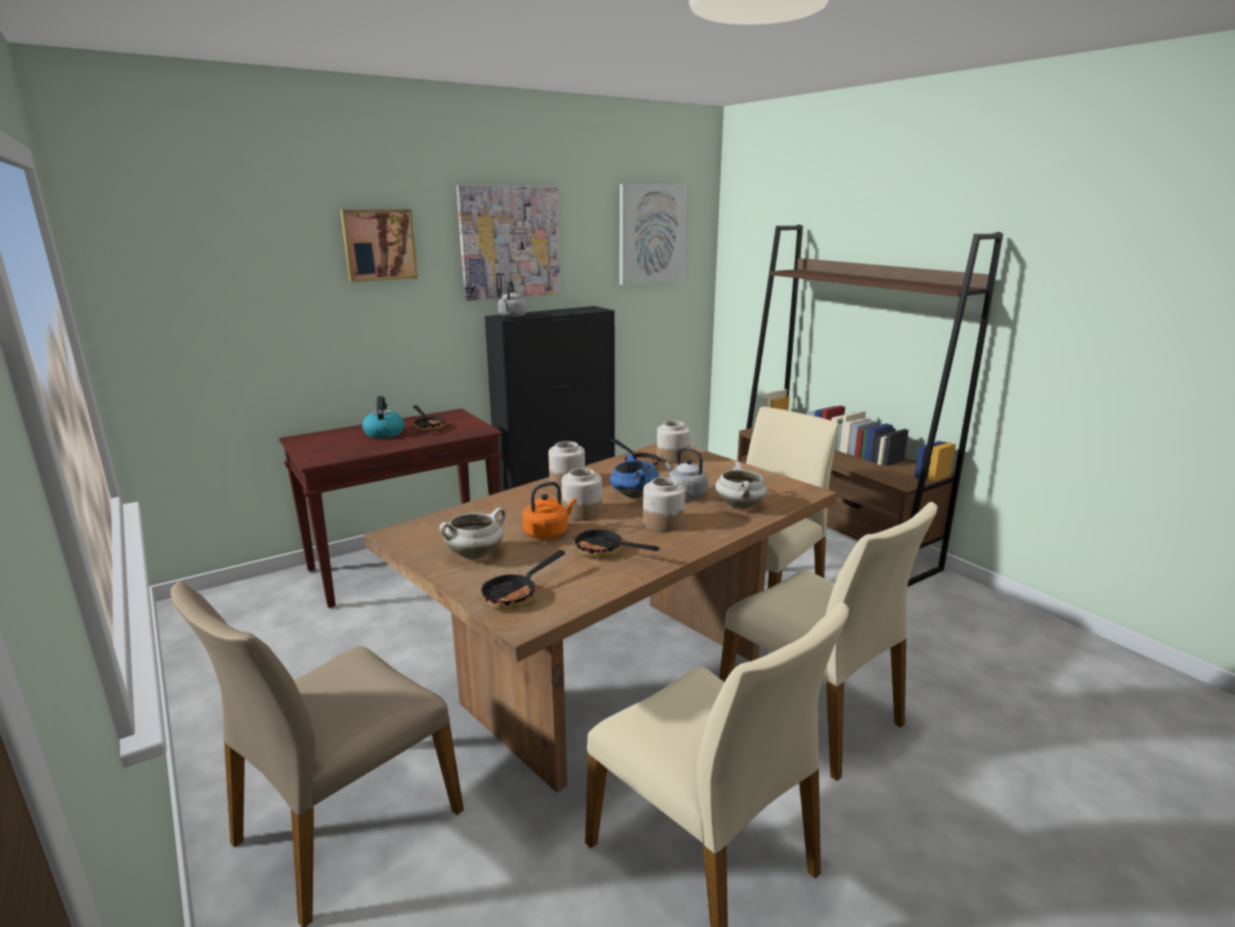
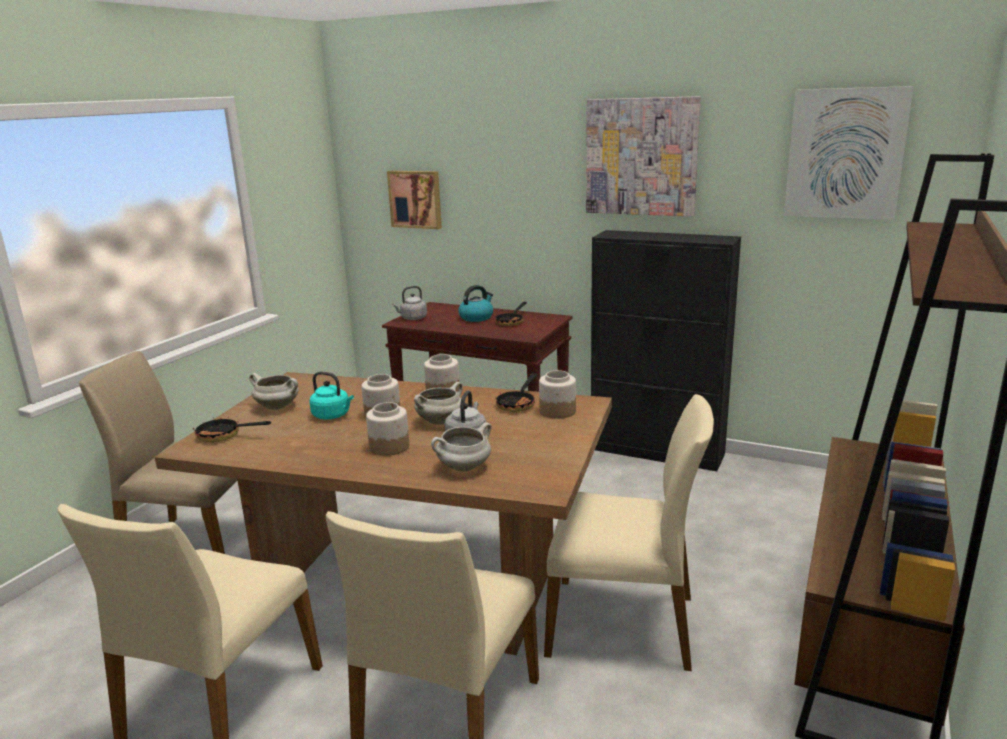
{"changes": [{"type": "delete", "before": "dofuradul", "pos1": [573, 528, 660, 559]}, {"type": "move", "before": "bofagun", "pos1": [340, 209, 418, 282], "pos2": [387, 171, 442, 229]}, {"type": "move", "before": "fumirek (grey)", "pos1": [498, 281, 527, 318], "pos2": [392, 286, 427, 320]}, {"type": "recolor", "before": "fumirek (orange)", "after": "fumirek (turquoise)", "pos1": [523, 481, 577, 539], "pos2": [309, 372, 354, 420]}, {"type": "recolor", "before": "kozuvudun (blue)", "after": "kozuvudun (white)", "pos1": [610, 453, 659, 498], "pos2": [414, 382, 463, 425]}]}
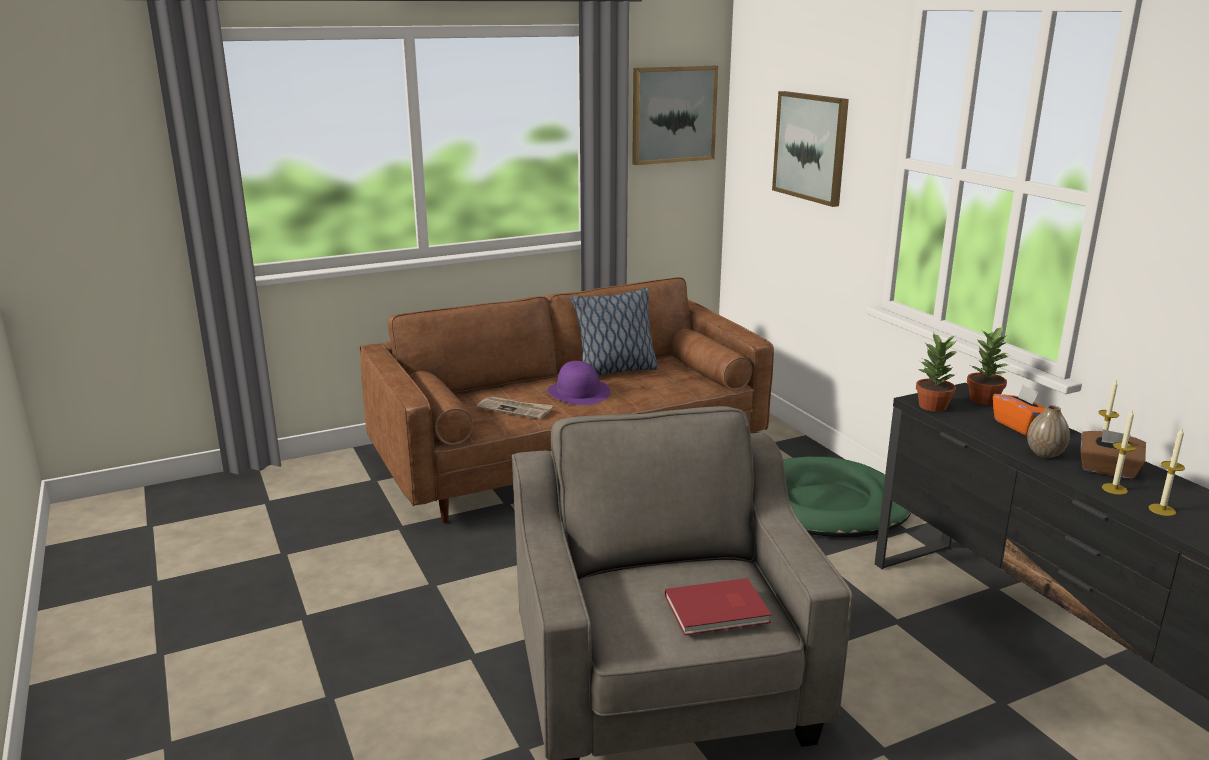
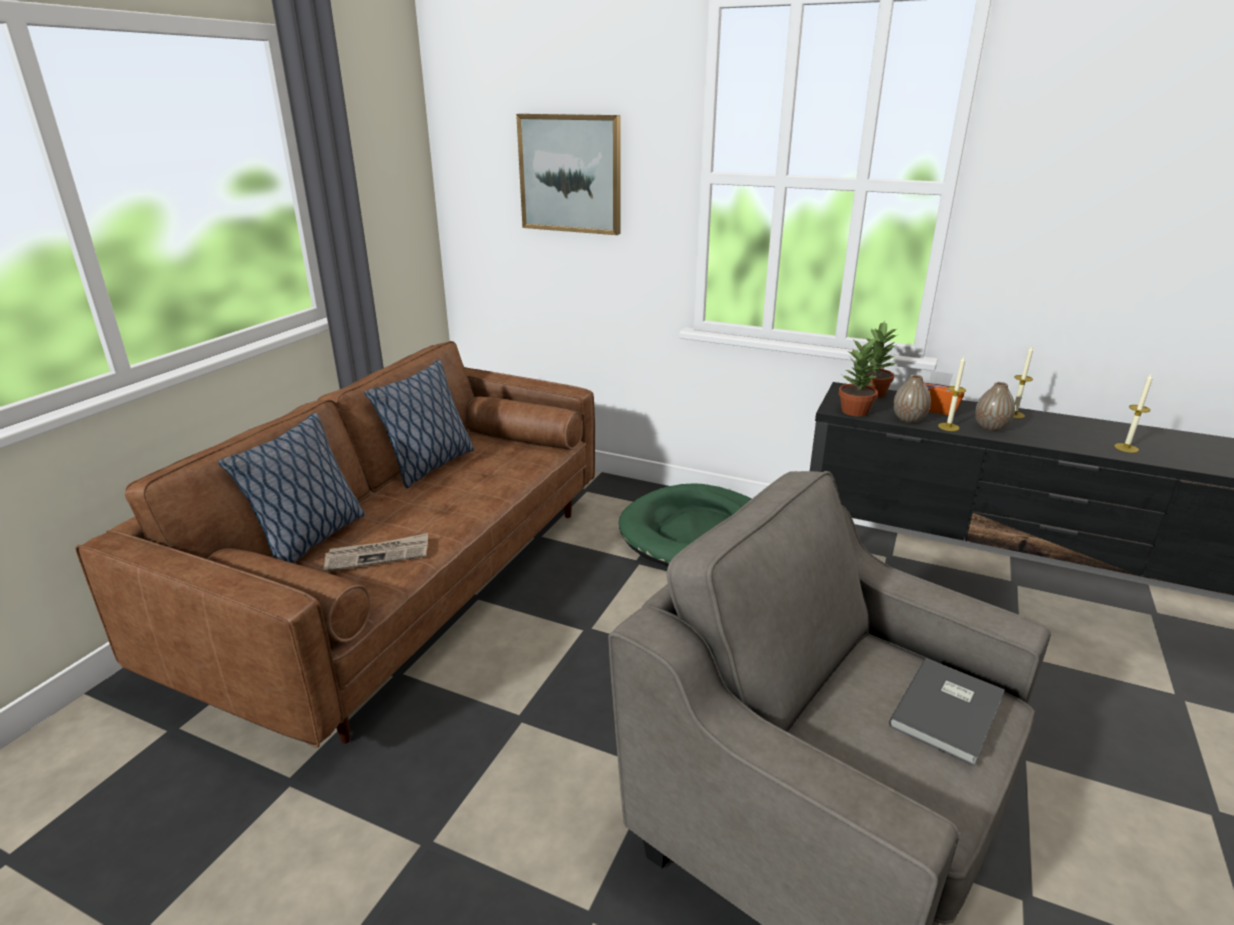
{"changes": [{"type": "delete", "before": "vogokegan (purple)", "pos1": [547, 361, 610, 405]}, {"type": "delete", "before": "bofagun", "pos1": [632, 66, 718, 165]}, {"type": "delete", "before": "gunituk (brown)", "pos1": [1080, 429, 1146, 479]}, {"type": "insert", "after": "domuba", "pos2": [218, 413, 365, 563]}, {"type": "insert", "after": "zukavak", "pos2": [893, 375, 931, 423]}, {"type": "move", "before": "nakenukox", "pos1": [1102, 410, 1135, 495], "pos2": [938, 357, 966, 431]}, {"type": "recolor", "before": "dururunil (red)", "after": "dururunil (grey)", "pos1": [665, 578, 772, 635], "pos2": [889, 658, 1005, 766]}]}
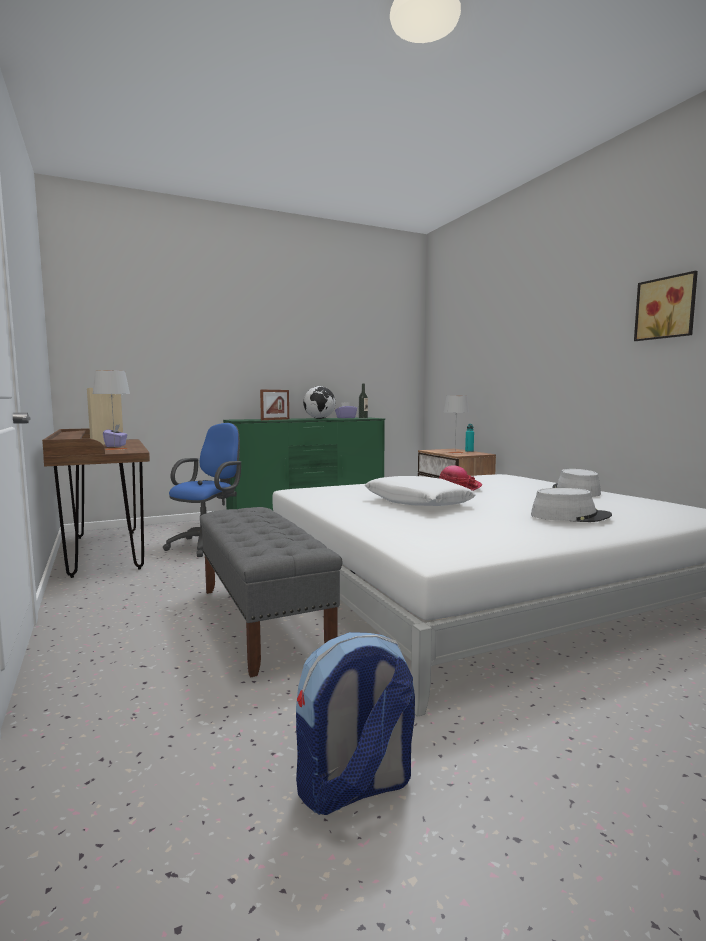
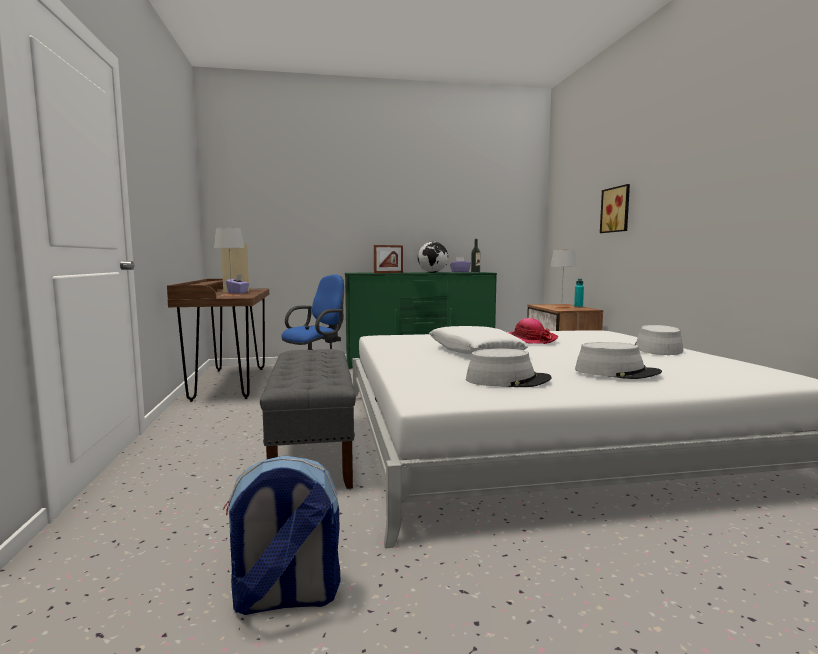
{"changes": [{"type": "insert", "after": "vogokegan (grey)", "pos2": [466, 349, 551, 387]}, {"type": "move", "before": "bofagun", "pos1": [634, 271, 698, 341], "pos2": [600, 184, 630, 233]}]}
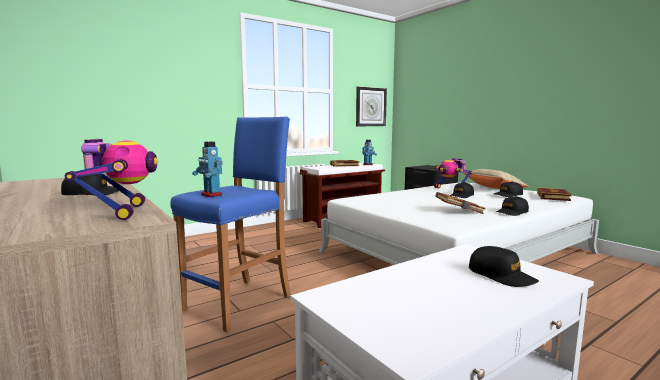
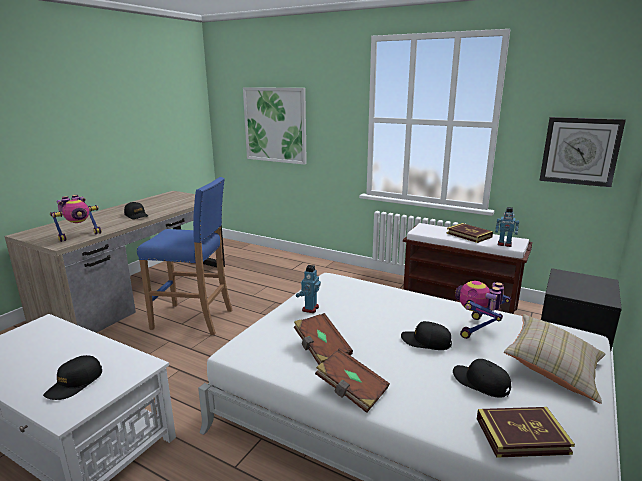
{"changes": [{"type": "insert", "after": "bofagun", "pos2": [243, 87, 307, 165]}, {"type": "move", "before": "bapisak", "pos1": [192, 141, 223, 197], "pos2": [296, 265, 321, 313]}, {"type": "replace", "before": "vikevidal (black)", "after": "dururunil (brown)", "pos1": [496, 196, 529, 216], "pos2": [315, 348, 390, 413]}]}
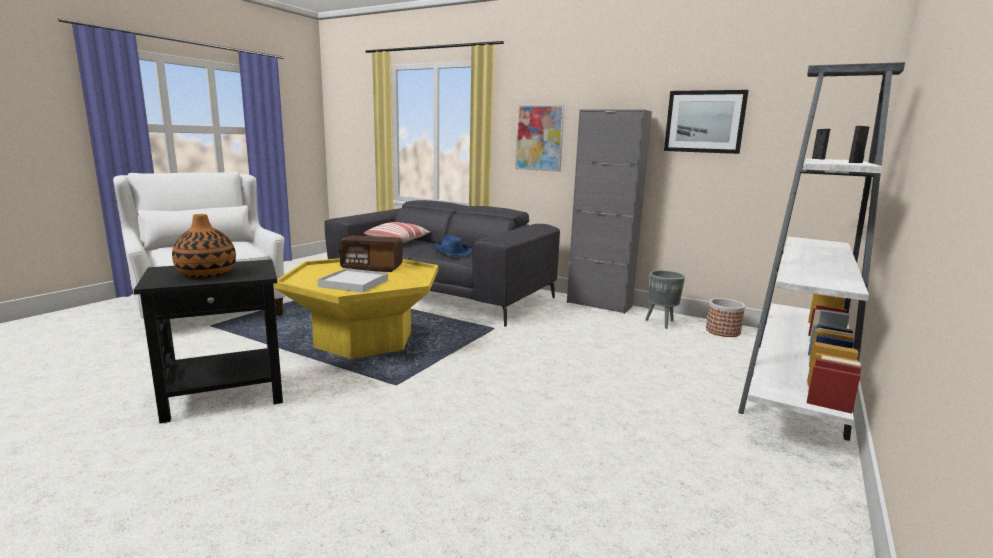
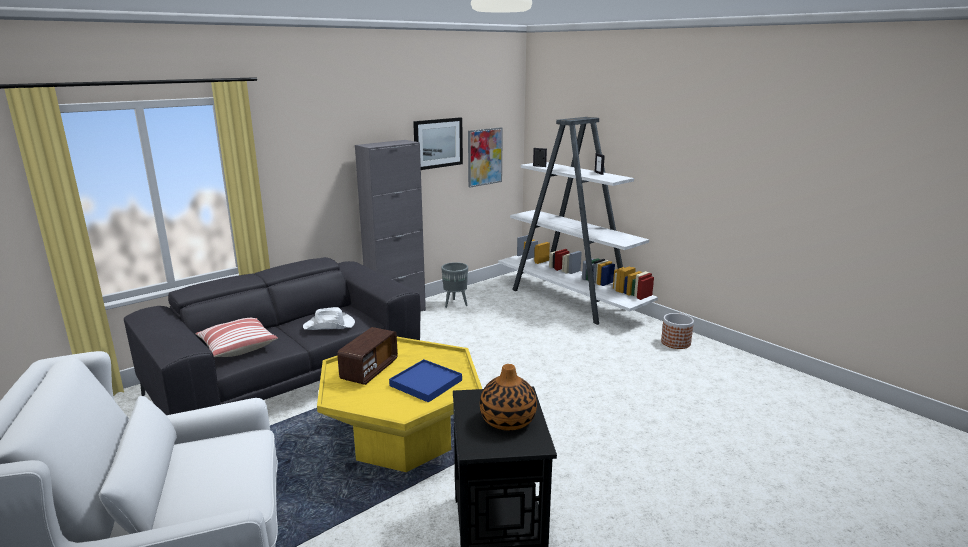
{"changes": [{"type": "move", "before": "bofagun", "pos1": [515, 105, 565, 172], "pos2": [468, 127, 503, 187]}, {"type": "move", "before": "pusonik", "pos1": [706, 298, 745, 337], "pos2": [661, 313, 694, 349]}, {"type": "recolor", "before": "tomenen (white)", "after": "tomenen (blue)", "pos1": [317, 268, 388, 293], "pos2": [389, 359, 462, 403]}, {"type": "recolor", "before": "vogokegan (blue)", "after": "vogokegan (white)", "pos1": [432, 235, 471, 256], "pos2": [303, 307, 355, 330]}]}
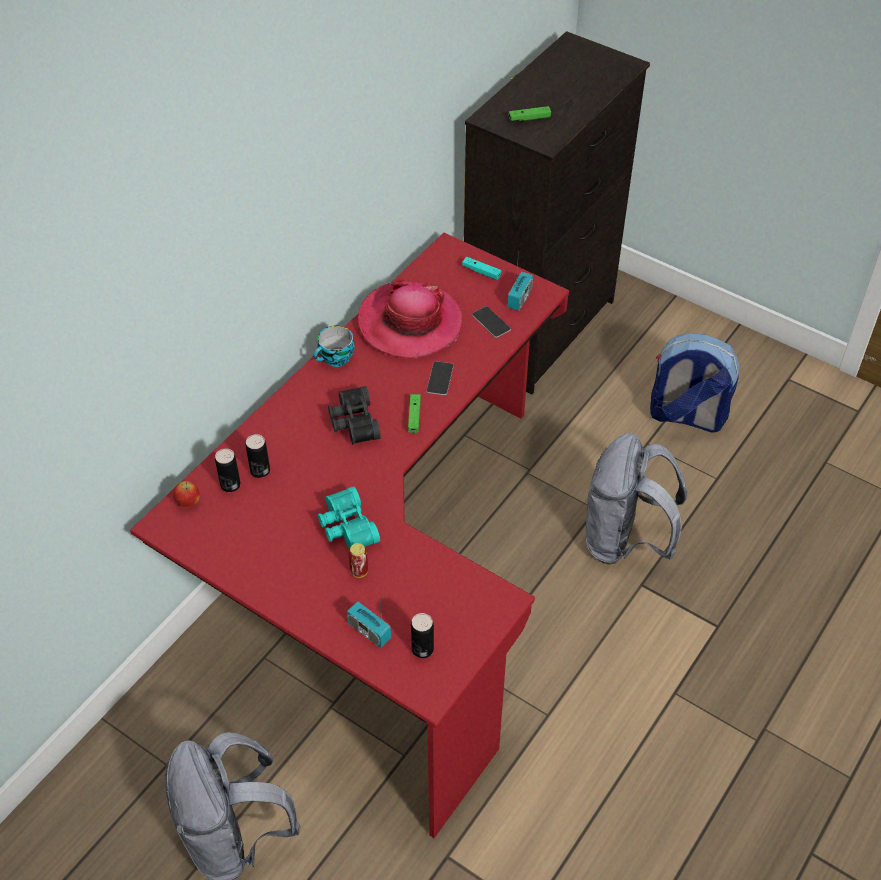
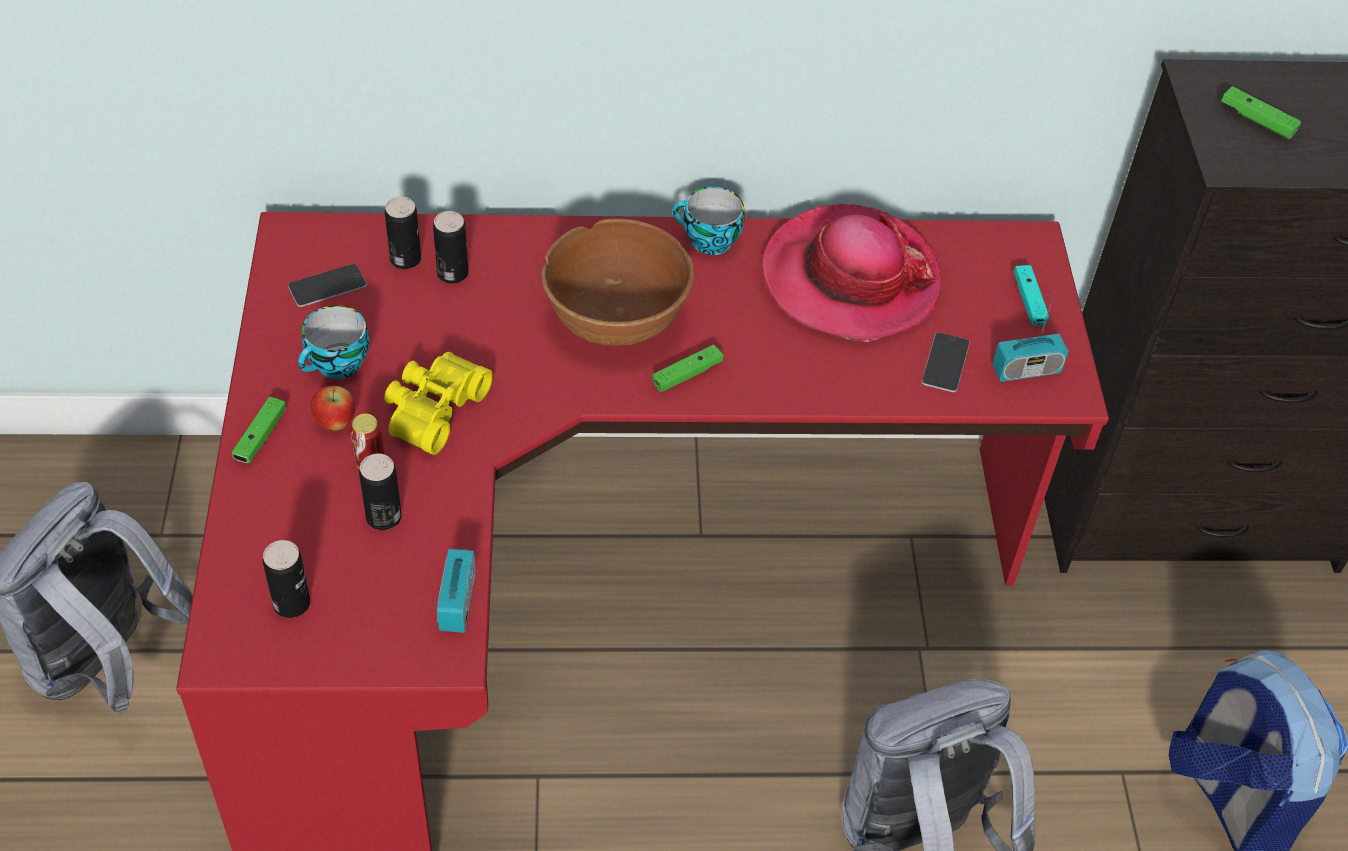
{"changes": [{"type": "insert", "after": "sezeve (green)", "pos2": [232, 397, 286, 463]}, {"type": "insert", "after": "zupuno", "pos2": [298, 305, 370, 379]}, {"type": "insert", "after": "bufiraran", "pos2": [359, 454, 402, 530]}, {"type": "move", "before": "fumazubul", "pos1": [173, 481, 200, 508], "pos2": [311, 386, 355, 431]}, {"type": "move", "before": "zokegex", "pos1": [347, 593, 391, 648], "pos2": [437, 549, 476, 633]}, {"type": "move", "before": "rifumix", "pos1": [426, 361, 454, 395], "pos2": [288, 264, 367, 307]}, {"type": "replace", "before": "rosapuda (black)", "after": "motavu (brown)", "pos1": [328, 386, 381, 444], "pos2": [541, 219, 694, 346]}, {"type": "recolor", "before": "rosapuda (turquoise)", "after": "rosapuda (yellow)", "pos1": [318, 486, 380, 549], "pos2": [384, 352, 493, 455]}]}
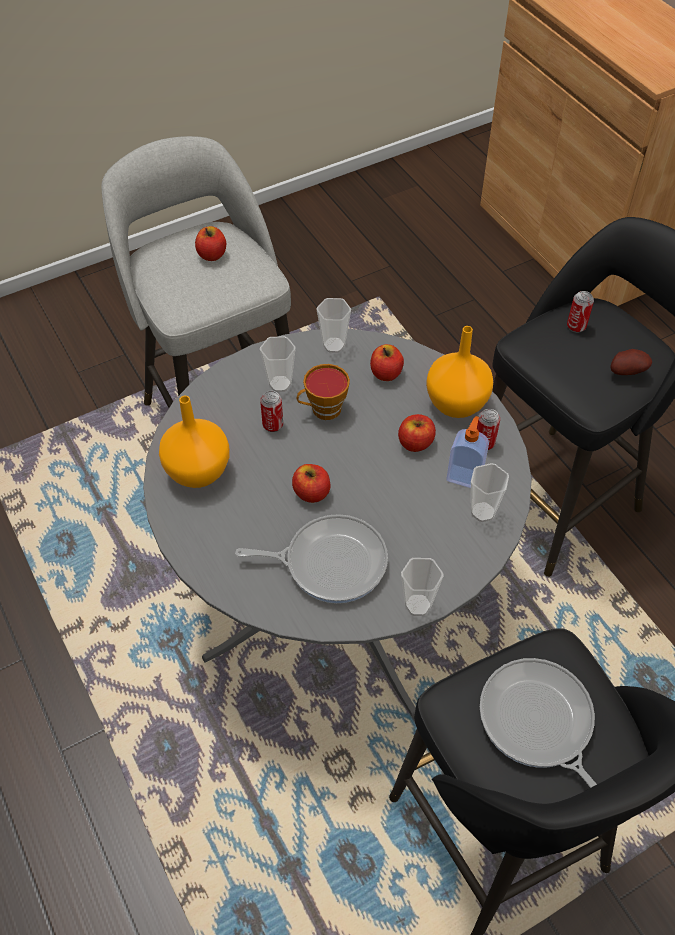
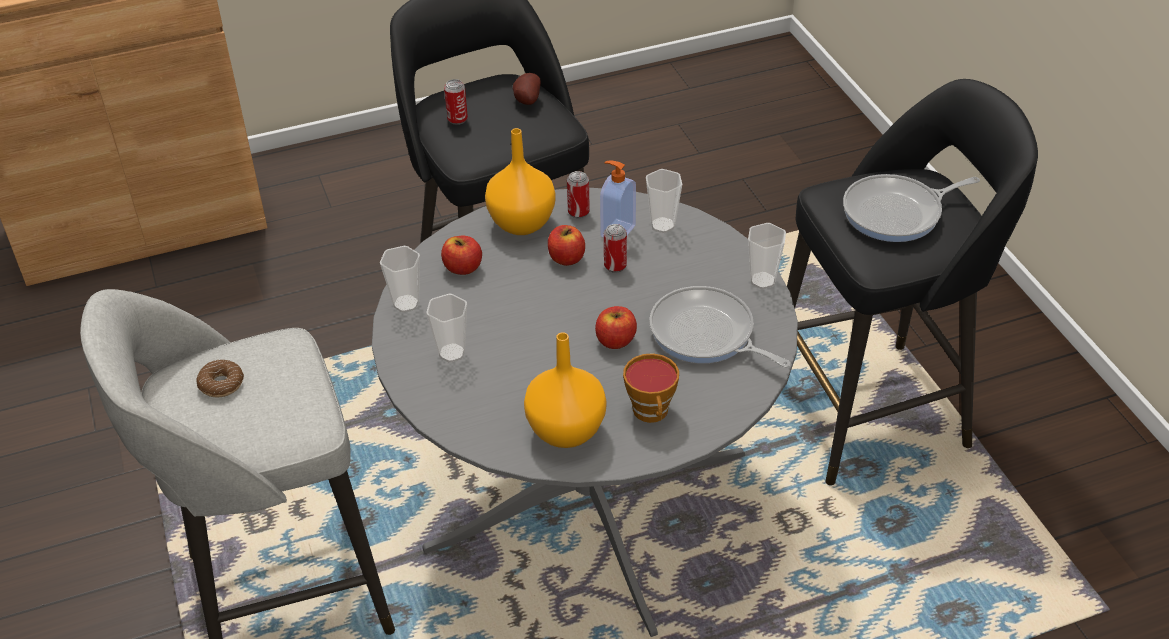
{"changes": [{"type": "move", "before": "bufiraran", "pos1": [260, 391, 283, 432], "pos2": [604, 224, 627, 273]}, {"type": "move", "before": "zupuno", "pos1": [297, 364, 350, 420], "pos2": [623, 353, 679, 423]}, {"type": "replace", "before": "fumazubul", "after": "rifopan", "pos1": [195, 226, 226, 261], "pos2": [196, 359, 244, 397]}, {"type": "rotate", "before": "dofuradul", "pos1": [235, 514, 388, 603], "pos2": [650, 286, 791, 368], "turn": -60}]}
